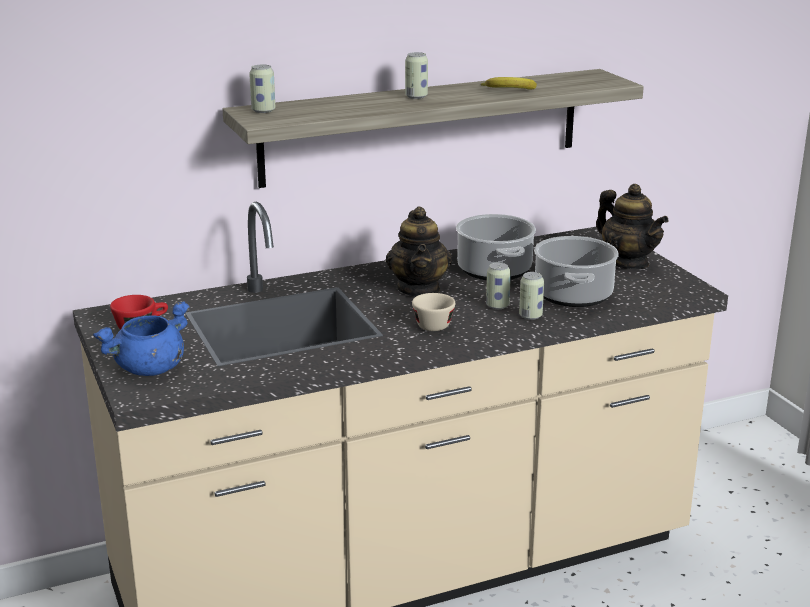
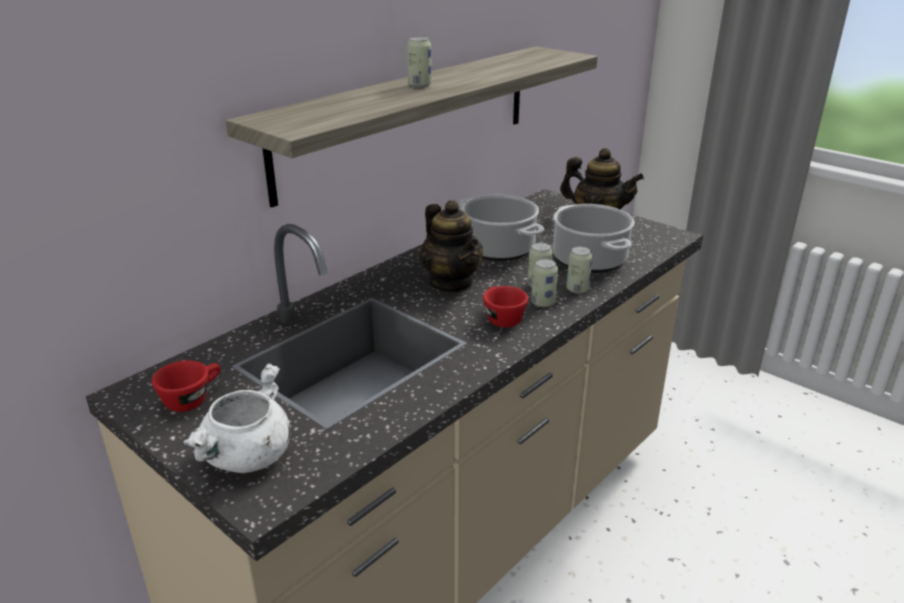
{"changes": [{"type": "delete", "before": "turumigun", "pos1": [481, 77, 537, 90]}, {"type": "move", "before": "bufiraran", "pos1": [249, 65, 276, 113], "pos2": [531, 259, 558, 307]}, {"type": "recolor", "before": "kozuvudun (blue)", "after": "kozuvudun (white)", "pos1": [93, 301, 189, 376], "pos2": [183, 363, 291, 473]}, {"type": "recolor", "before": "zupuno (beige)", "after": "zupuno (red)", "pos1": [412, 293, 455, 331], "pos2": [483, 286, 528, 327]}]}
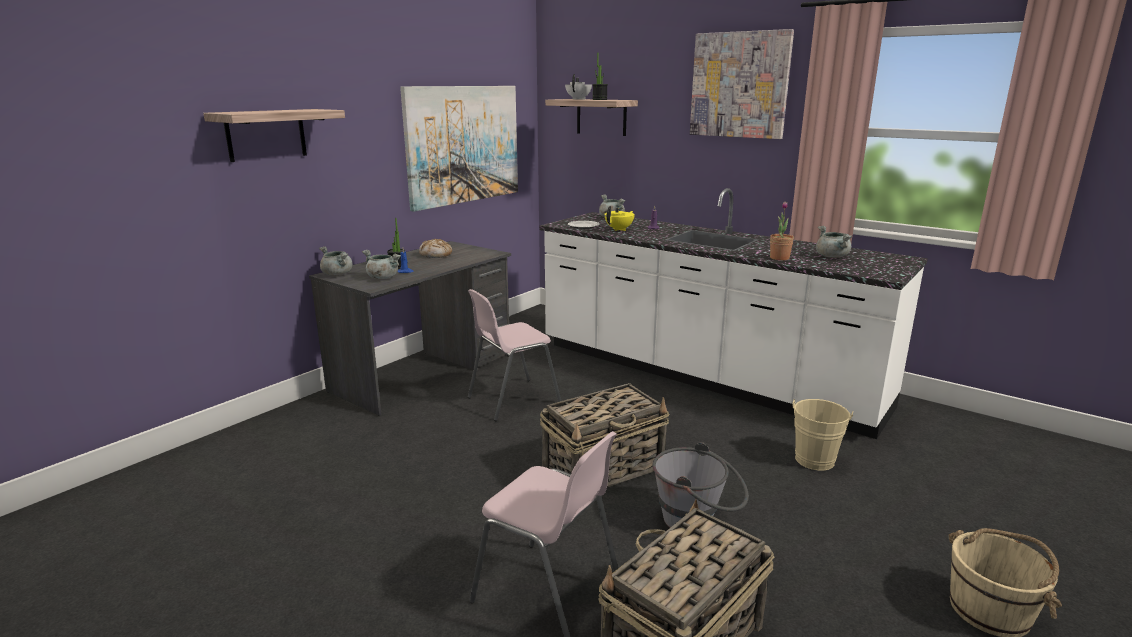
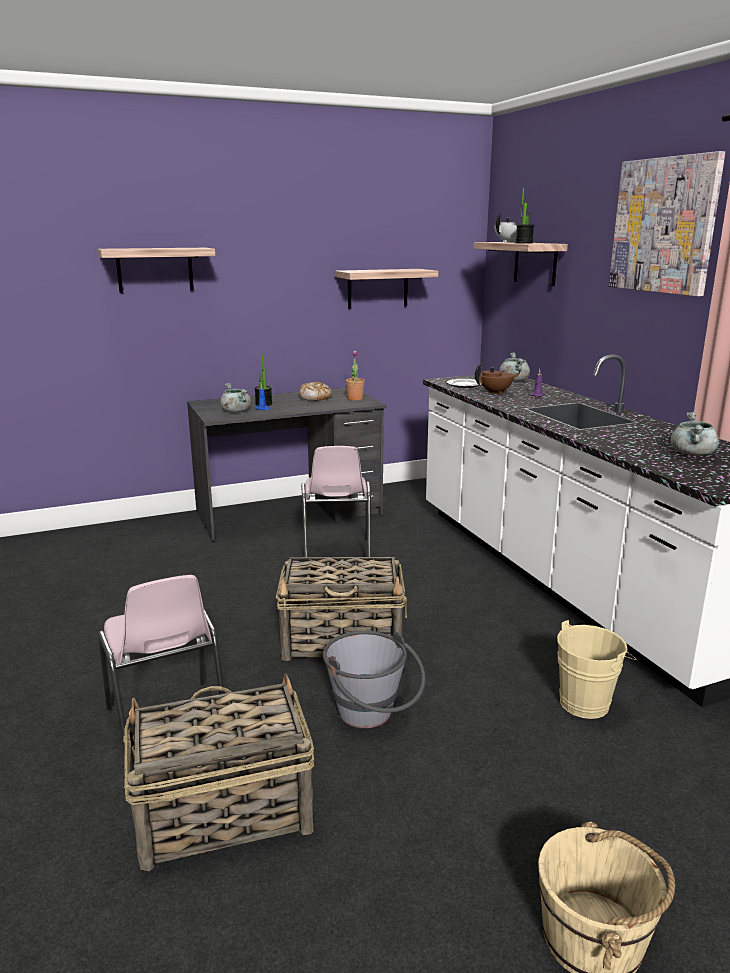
{"changes": [{"type": "delete", "before": "kozuvudun (grey)", "pos1": [319, 246, 353, 276]}, {"type": "move", "before": "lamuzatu", "pos1": [770, 201, 794, 260], "pos2": [345, 351, 365, 401]}, {"type": "replace", "before": "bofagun", "after": "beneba", "pos1": [400, 86, 518, 212], "pos2": [335, 269, 438, 309]}, {"type": "recolor", "before": "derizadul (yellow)", "after": "derizadul (brown)", "pos1": [605, 206, 635, 231], "pos2": [475, 363, 520, 395]}, {"type": "rotate", "before": "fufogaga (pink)", "pos1": [468, 289, 561, 421], "pos2": [301, 446, 371, 557], "turn": -90}]}
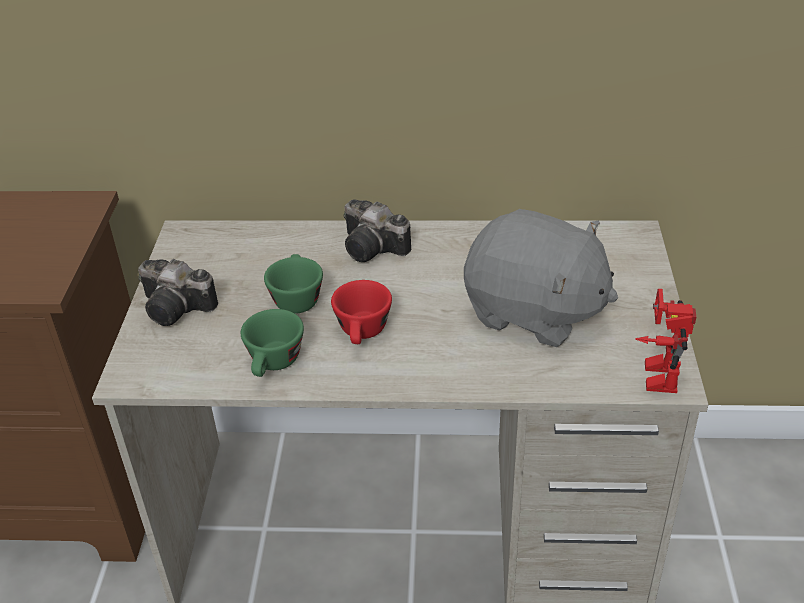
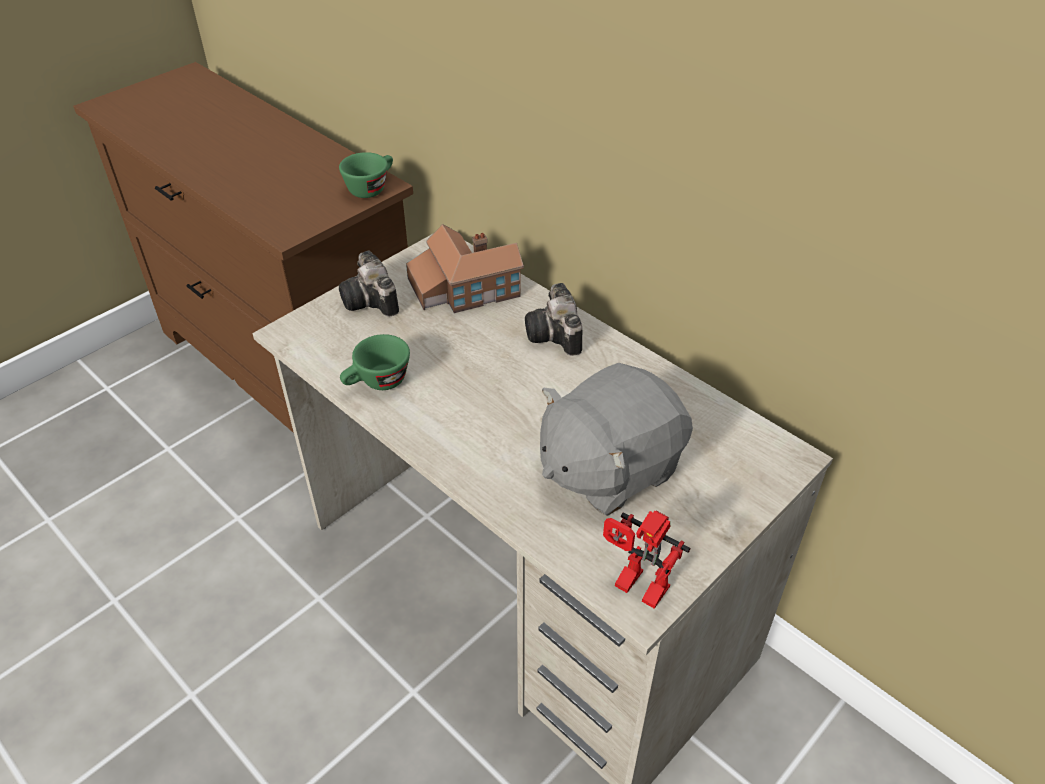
{"changes": [{"type": "delete", "before": "zupuno (red)", "pos1": [331, 280, 392, 344]}, {"type": "insert", "after": "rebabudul", "pos2": [406, 224, 524, 313]}, {"type": "move", "before": "zupuno (green)", "pos1": [264, 254, 323, 314], "pos2": [339, 152, 393, 198]}, {"type": "rotate", "before": "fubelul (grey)", "pos1": [464, 209, 618, 347], "pos2": [540, 363, 693, 516], "turn": 75}, {"type": "rotate", "before": "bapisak", "pos1": [636, 289, 696, 393], "pos2": [603, 511, 690, 609], "turn": -105}]}
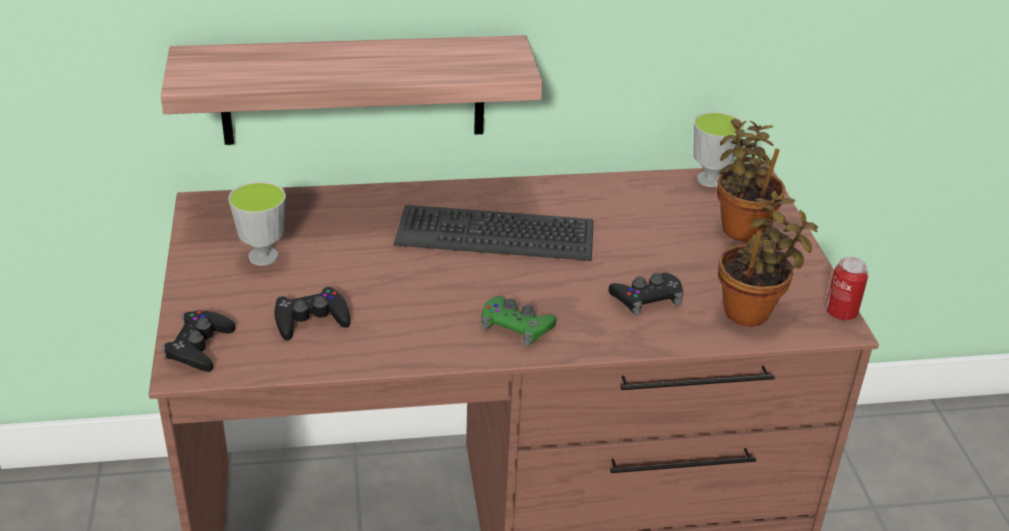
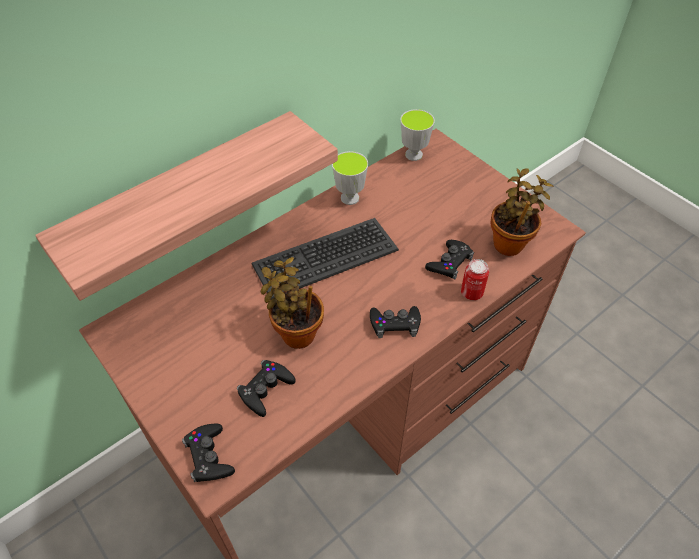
{"changes": [{"type": "move", "before": "zupuno", "pos1": [228, 181, 286, 266], "pos2": [332, 151, 368, 205]}, {"type": "move", "before": "lamuzatu", "pos1": [717, 119, 785, 242], "pos2": [260, 257, 324, 349]}, {"type": "move", "before": "bufiraran", "pos1": [825, 257, 868, 320], "pos2": [461, 259, 489, 300]}, {"type": "recolor", "before": "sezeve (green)", "after": "sezeve (black)", "pos1": [481, 296, 556, 346], "pos2": [370, 306, 421, 338]}]}
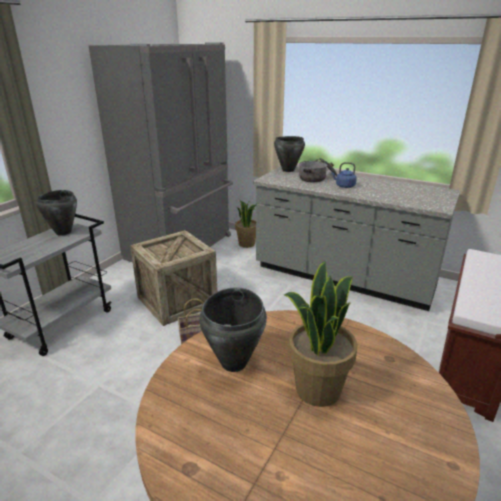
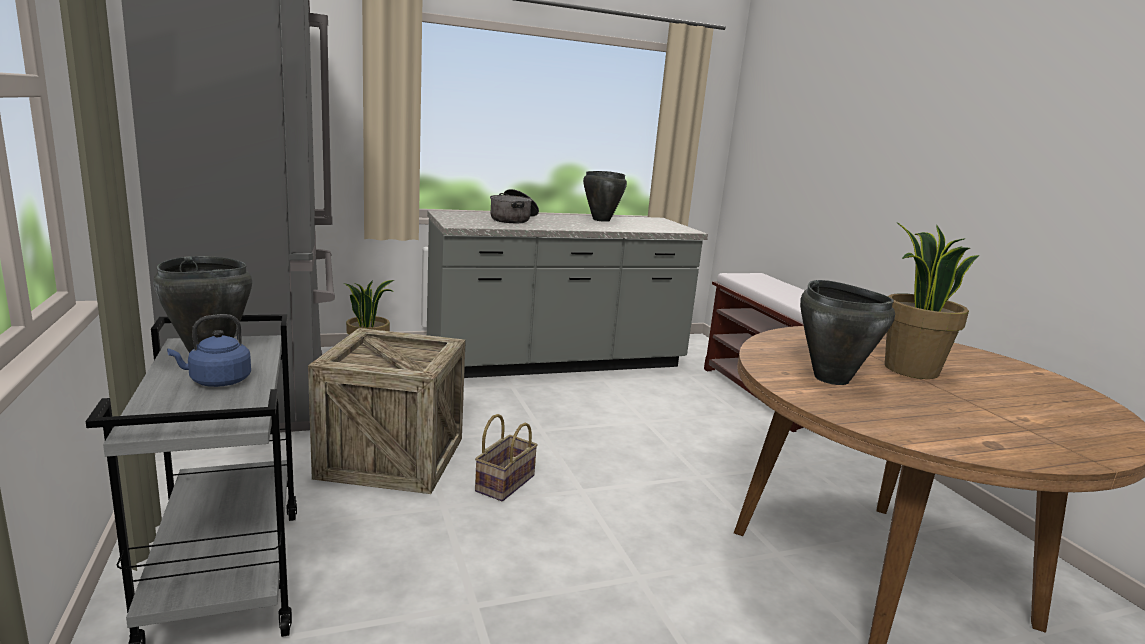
{"changes": [{"type": "move", "before": "kozuvudun (black)", "pos1": [274, 136, 305, 172], "pos2": [583, 171, 627, 222]}, {"type": "move", "before": "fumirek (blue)", "pos1": [331, 162, 357, 188], "pos2": [167, 314, 251, 387]}]}
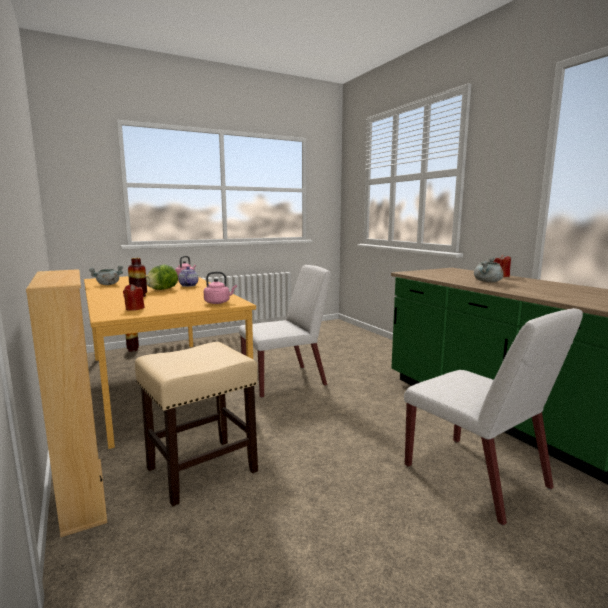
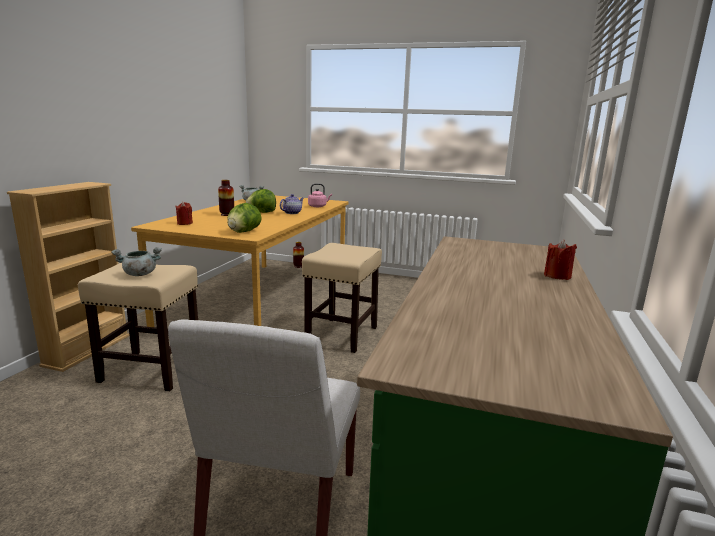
{"changes": [{"type": "move", "before": "kozuvudun (grey)", "pos1": [474, 257, 504, 283], "pos2": [112, 247, 162, 276]}, {"type": "replace", "before": "fumirek (pink)", "after": "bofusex", "pos1": [204, 272, 237, 304], "pos2": [227, 203, 262, 233]}, {"type": "replace", "before": "fufogaga (white)", "after": "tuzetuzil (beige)", "pos1": [239, 265, 331, 398], "pos2": [302, 243, 382, 353]}]}
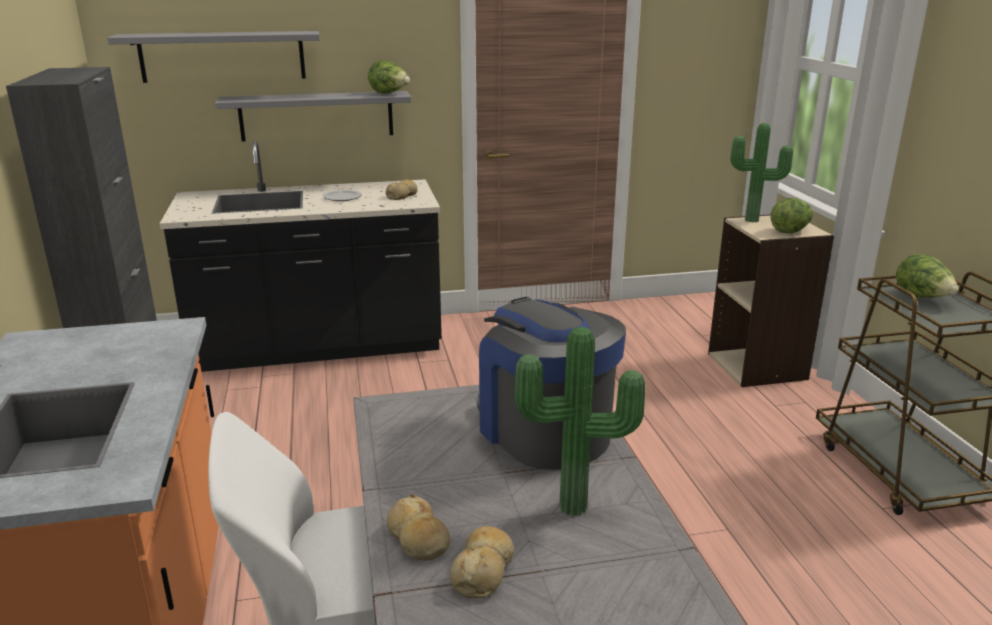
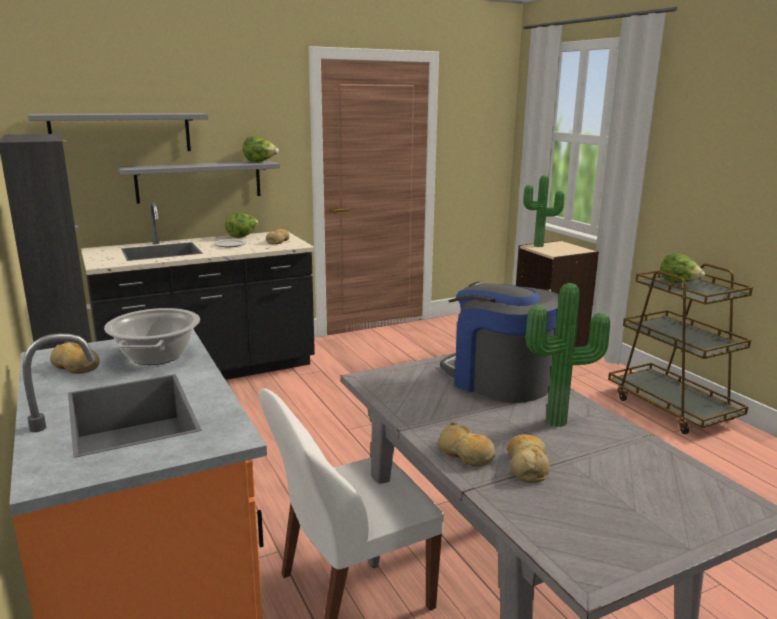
{"changes": [{"type": "insert", "after": "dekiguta", "pos2": [50, 341, 100, 374]}, {"type": "insert", "after": "kozuvudun", "pos2": [104, 308, 200, 365]}, {"type": "move", "before": "bofusex", "pos1": [771, 198, 813, 234], "pos2": [225, 213, 259, 238]}]}
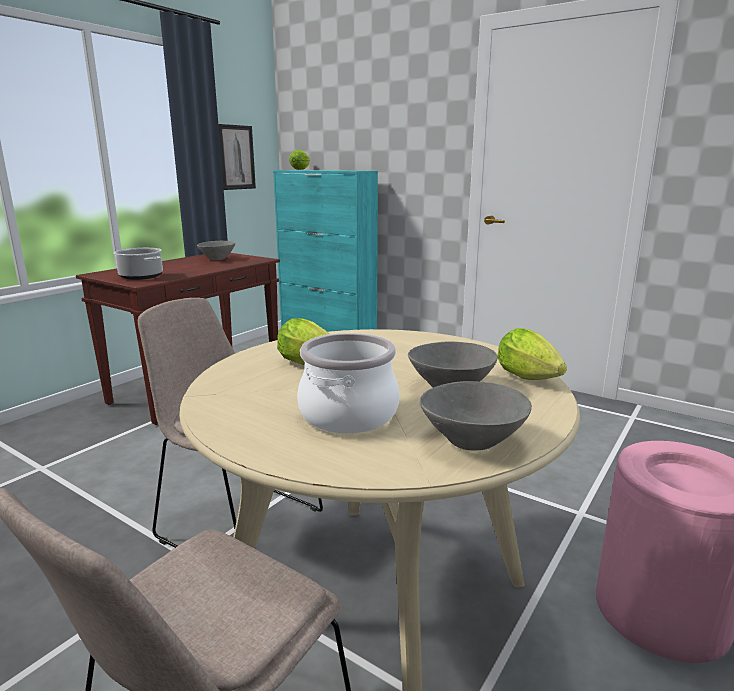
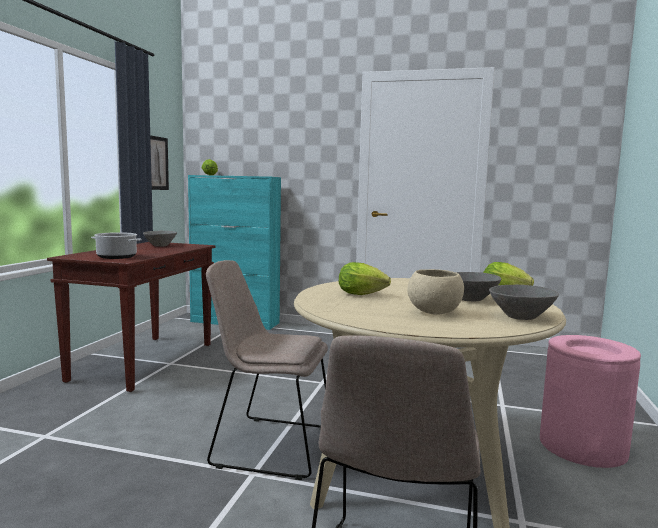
{"changes": [{"type": "replace", "before": "kozuvudun", "after": "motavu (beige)", "pos1": [297, 333, 400, 433], "pos2": [408, 269, 464, 315]}]}
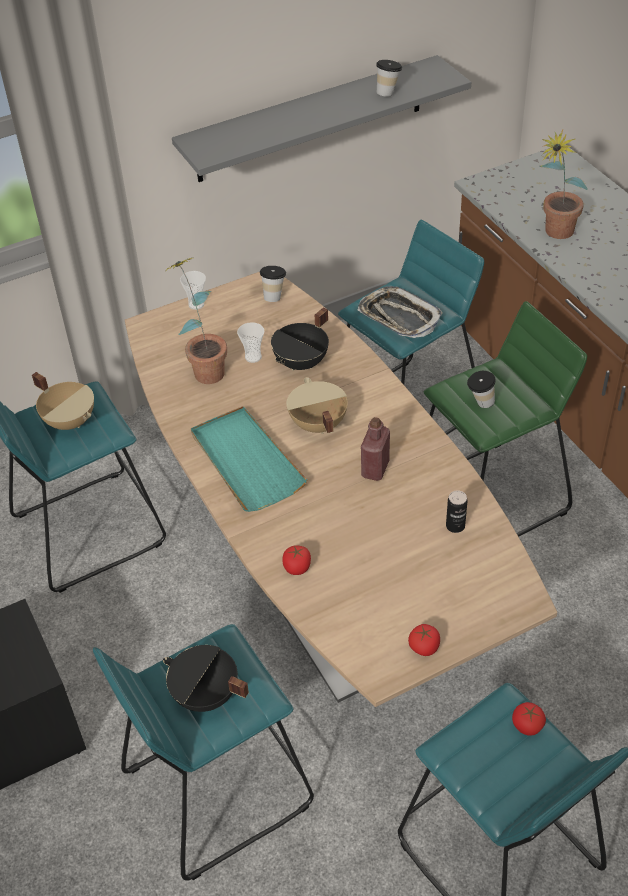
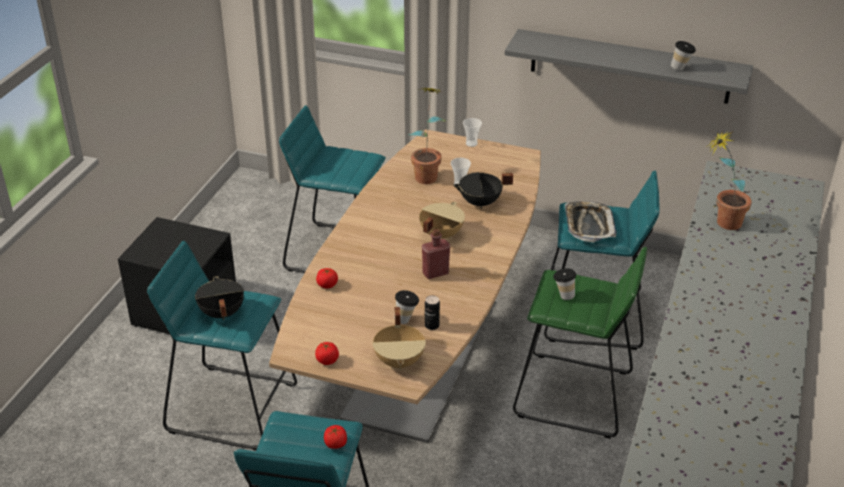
{"changes": [{"type": "delete", "before": "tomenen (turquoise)", "pos1": [191, 406, 307, 512]}, {"type": "move", "before": "kozuvudun (beige)", "pos1": [32, 372, 94, 430], "pos2": [372, 307, 426, 370]}, {"type": "move", "before": "zupuno", "pos1": [260, 266, 286, 302], "pos2": [394, 290, 419, 324]}]}
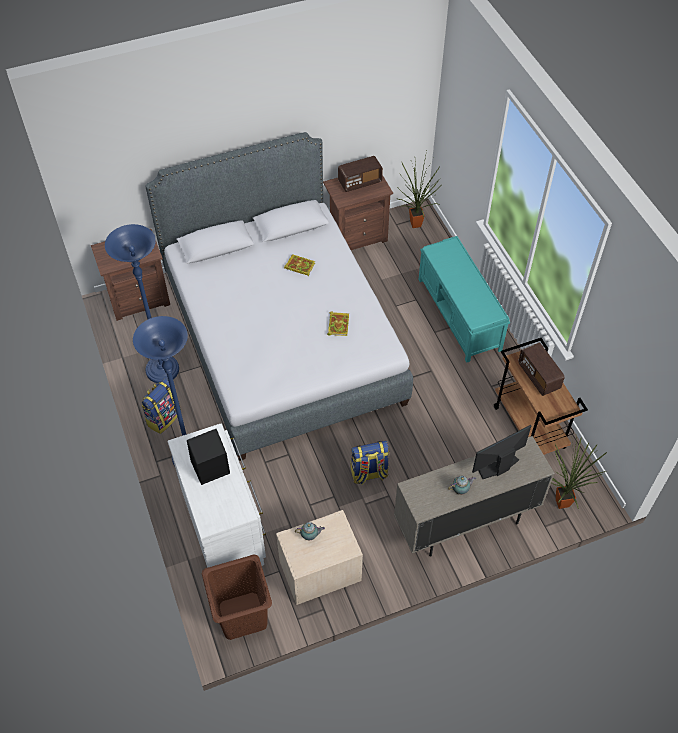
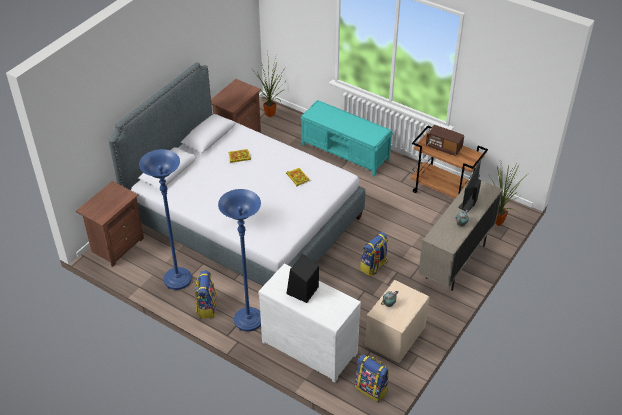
{"changes": [{"type": "delete", "before": "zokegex", "pos1": [338, 156, 383, 192]}, {"type": "replace", "before": "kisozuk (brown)", "after": "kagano", "pos1": [202, 555, 272, 640], "pos2": [355, 354, 389, 402]}]}
